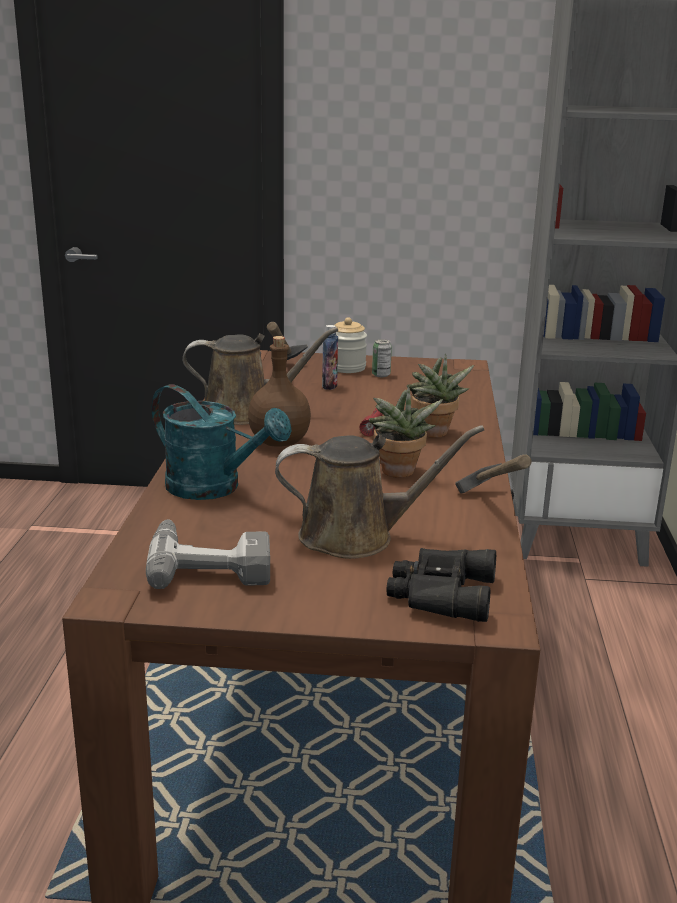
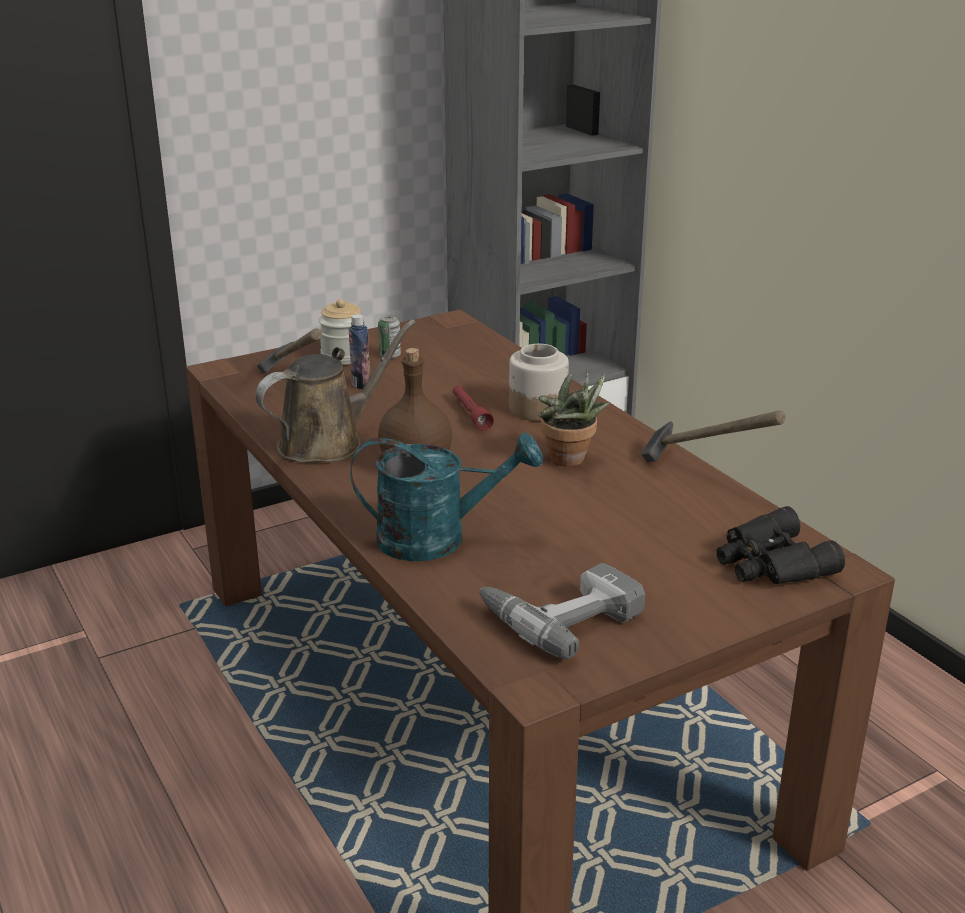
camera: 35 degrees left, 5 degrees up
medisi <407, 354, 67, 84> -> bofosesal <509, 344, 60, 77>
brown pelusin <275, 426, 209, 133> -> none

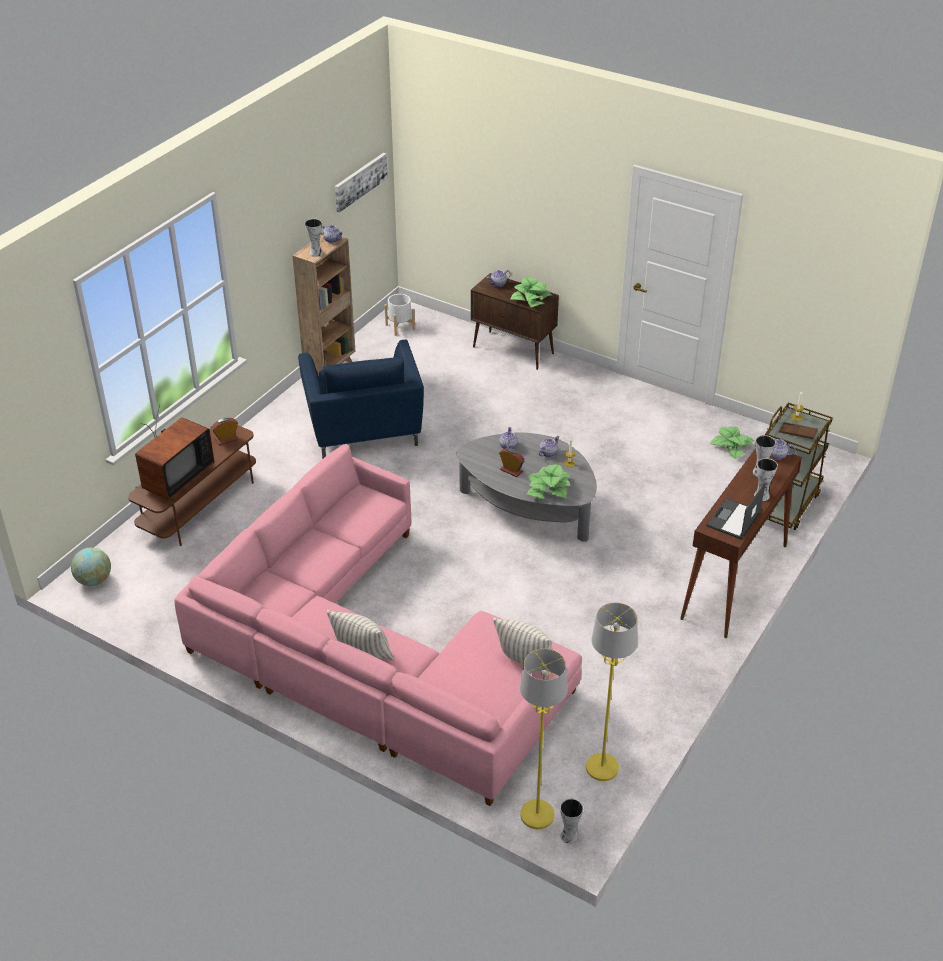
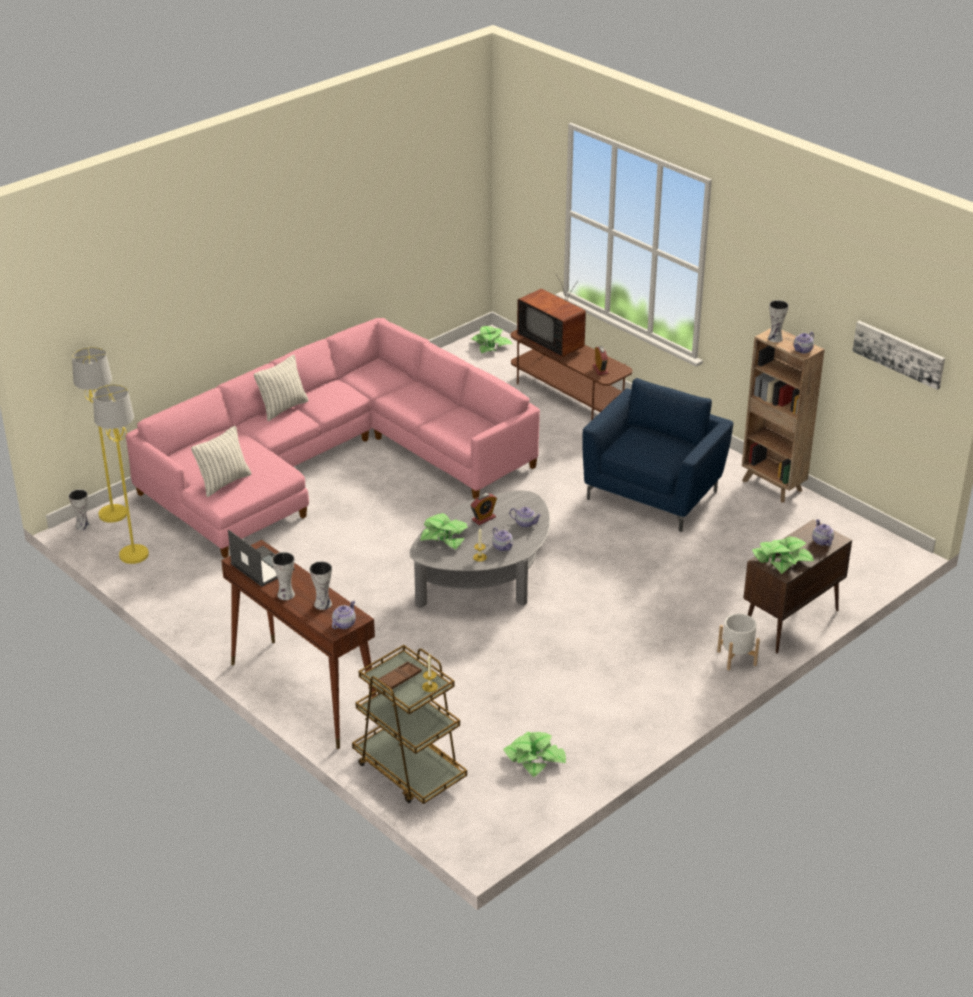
camera: 105 degrees right, 5 degrees down
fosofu <71, 548, 40, 38> -> medisi <471, 326, 41, 27>
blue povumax <298, 339, 126, 120> -> blue povumax <583, 378, 150, 154>, 120 degrees clockwise
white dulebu <385, 294, 30, 42> -> white dulebu <717, 614, 43, 56>, move

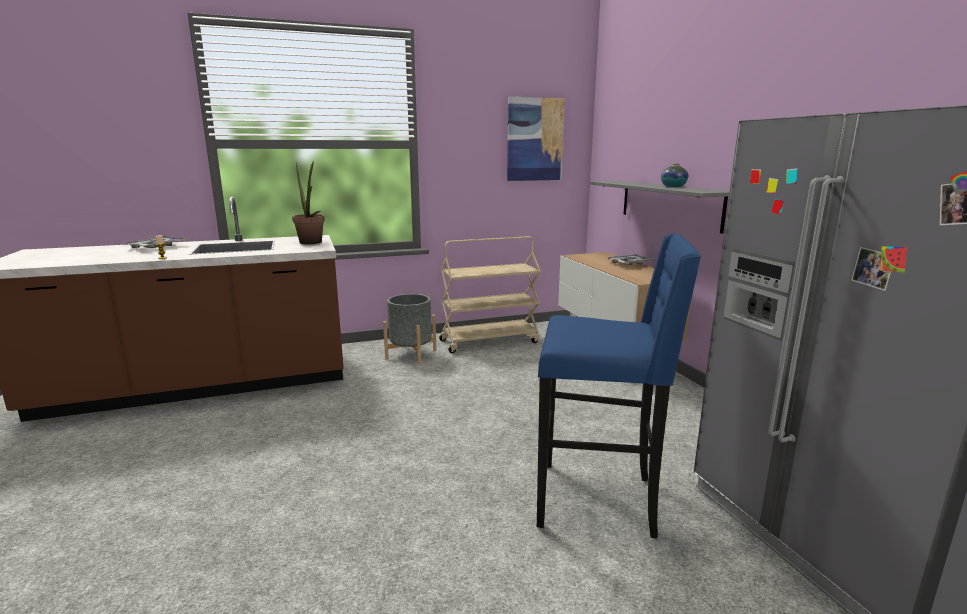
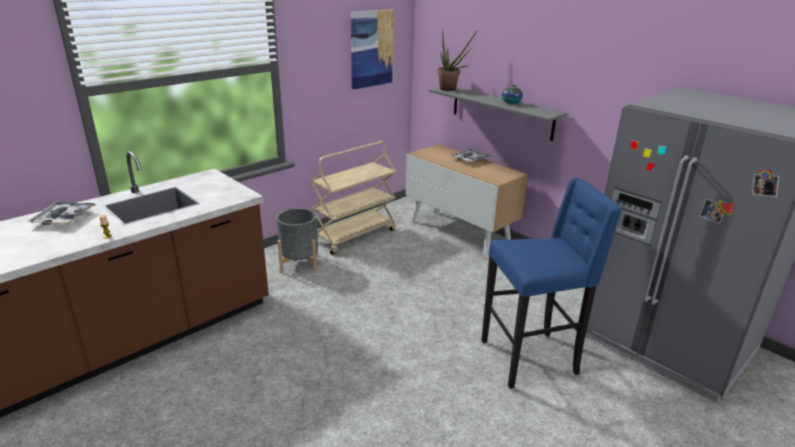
camera: 25 degrees left, 10 degrees up
medisi <292, 161, 33, 83> -> medisi <437, 29, 41, 62>, move

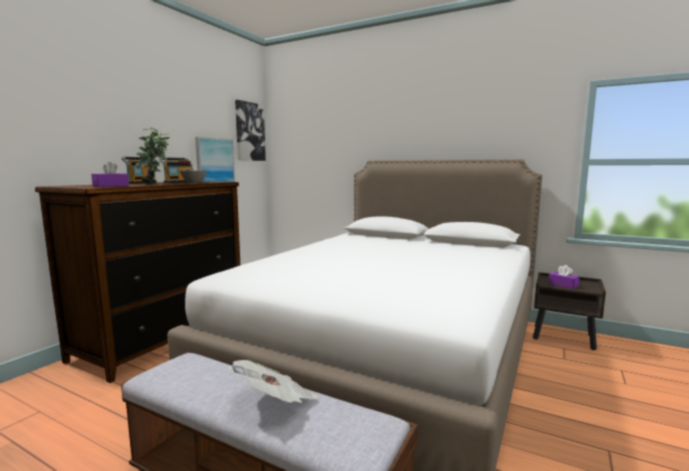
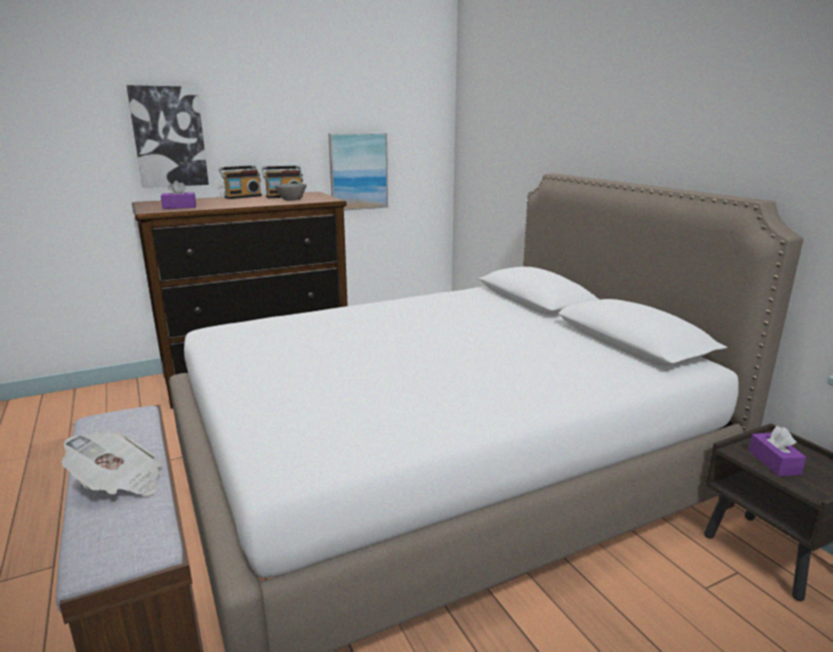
camera: 35 degrees right, 10 degrees up
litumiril <235, 100, 31, 61> -> litumiril <127, 85, 82, 103>, move
medisi <134, 128, 36, 56> -> none

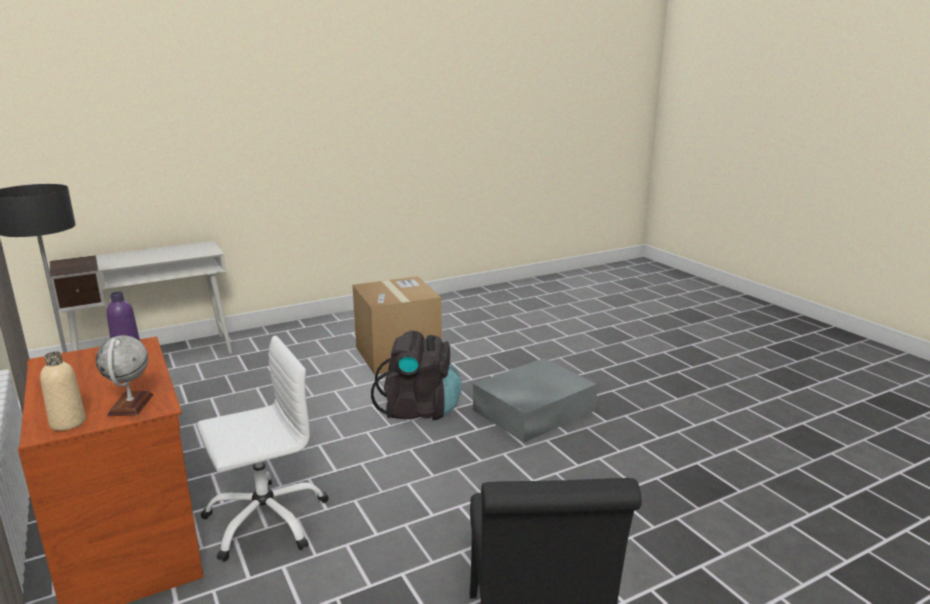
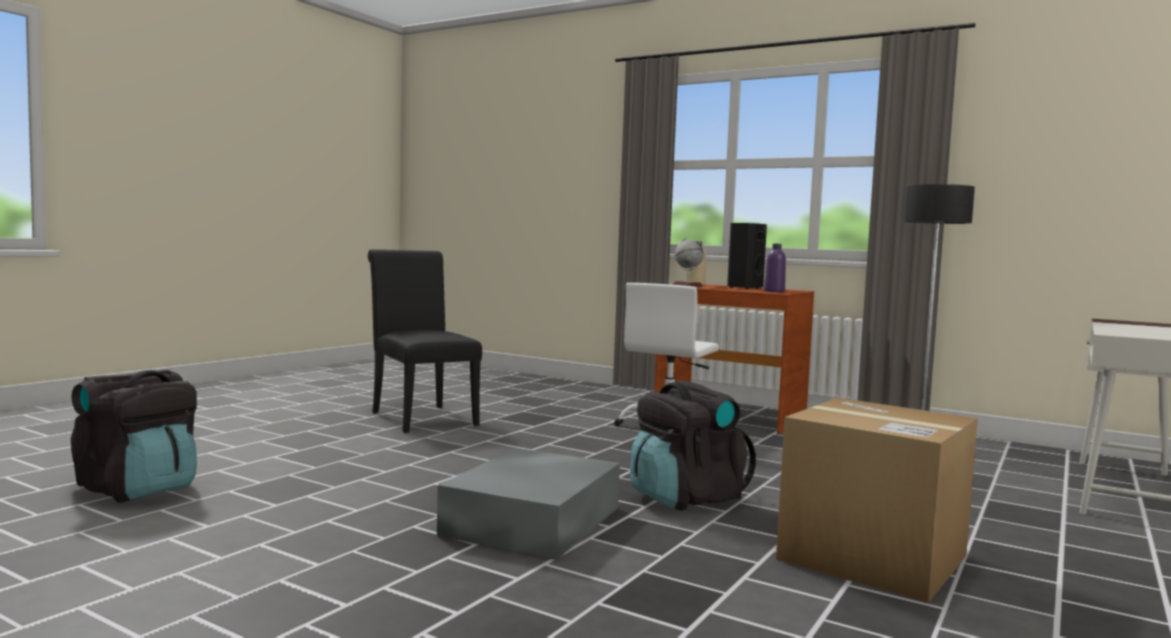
camera: 150 degrees right, 15 degrees down
none -> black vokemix <71, 370, 126, 133>
none -> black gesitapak <727, 223, 40, 66>

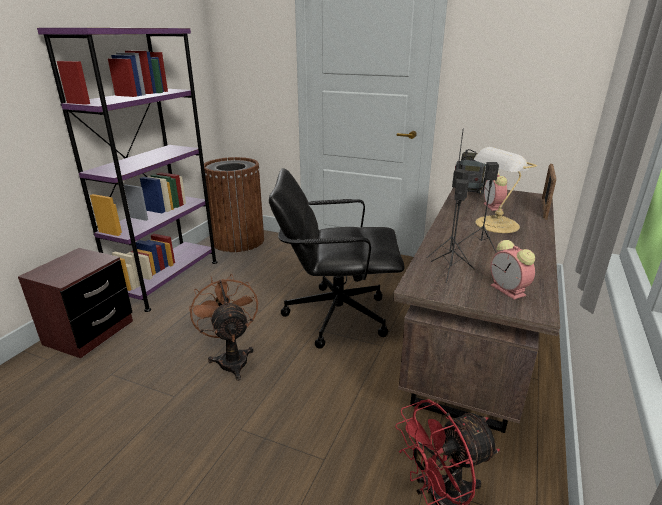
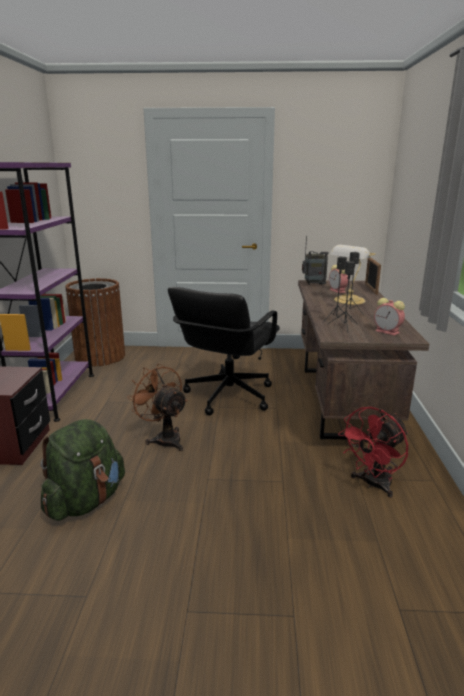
camera: 20 degrees left, 5 degrees down
none -> green vokemix <41, 419, 84, 102>
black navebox <269, 168, 135, 181> -> black navebox <168, 287, 112, 129>, 45 degrees counterclockwise

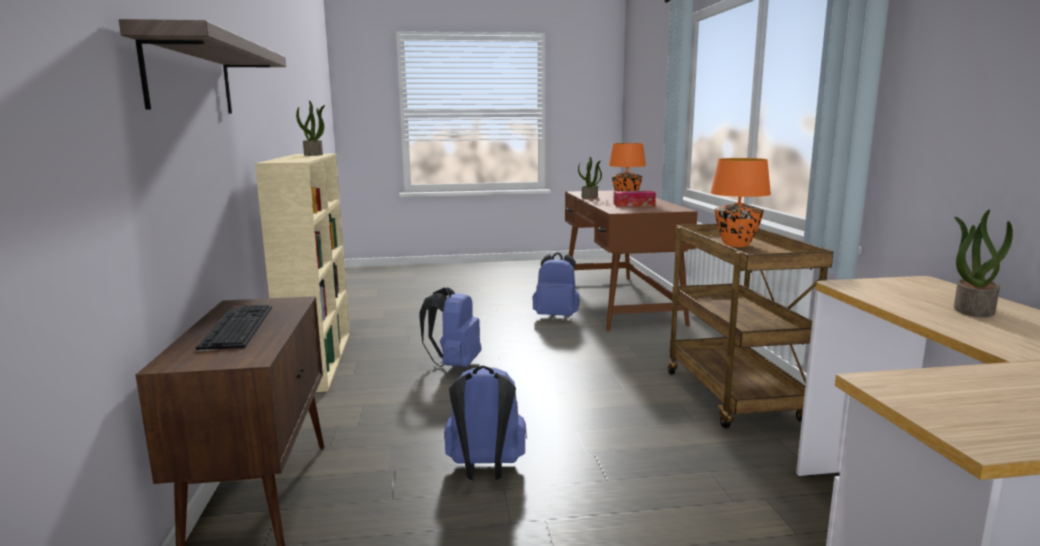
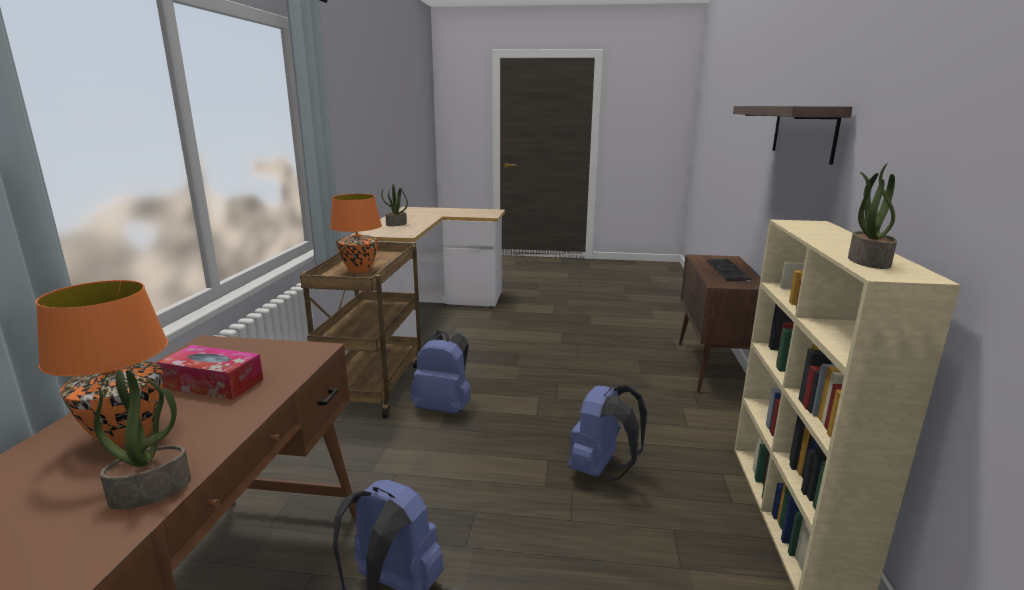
camera: 165 degrees left, 5 degrees up
blue vokemix <444, 366, 83, 114> -> blue vokemix <411, 330, 59, 84>, move

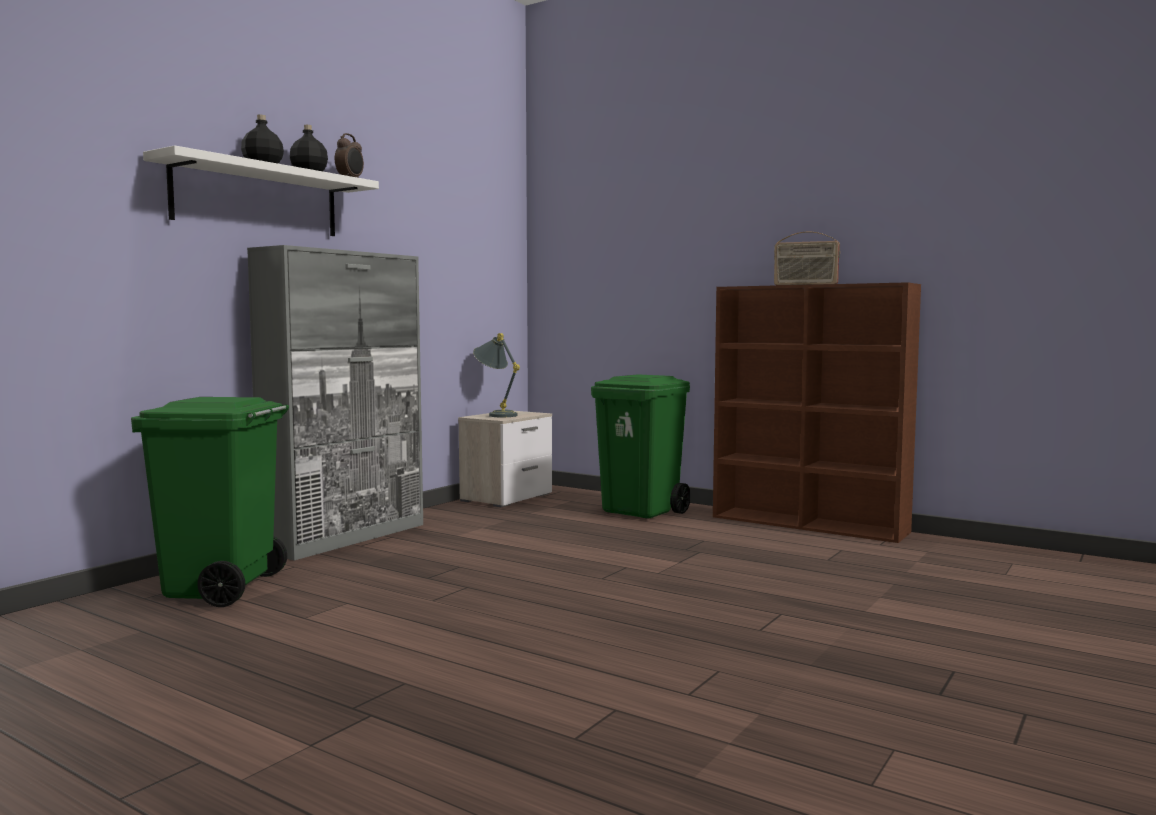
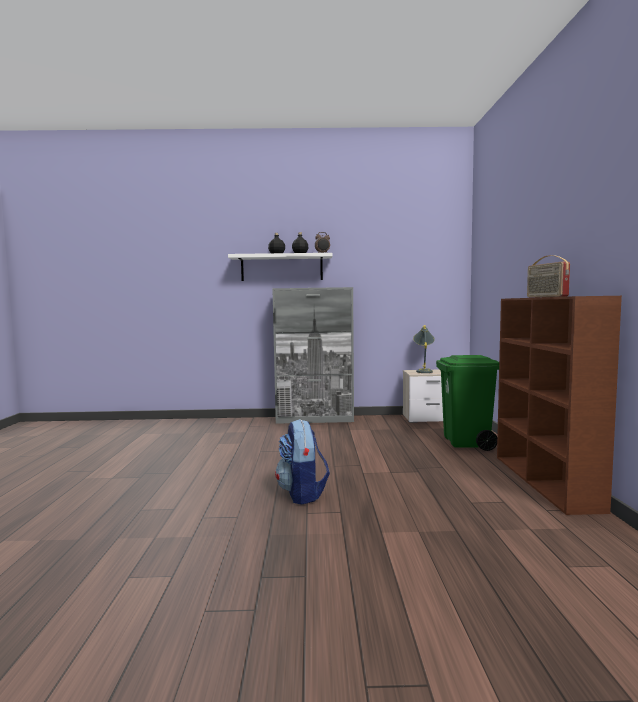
camera: 55 degrees right, 0 degrees up
none -> vokemix <275, 419, 55, 86>
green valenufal <131, 397, 158, 210> -> none

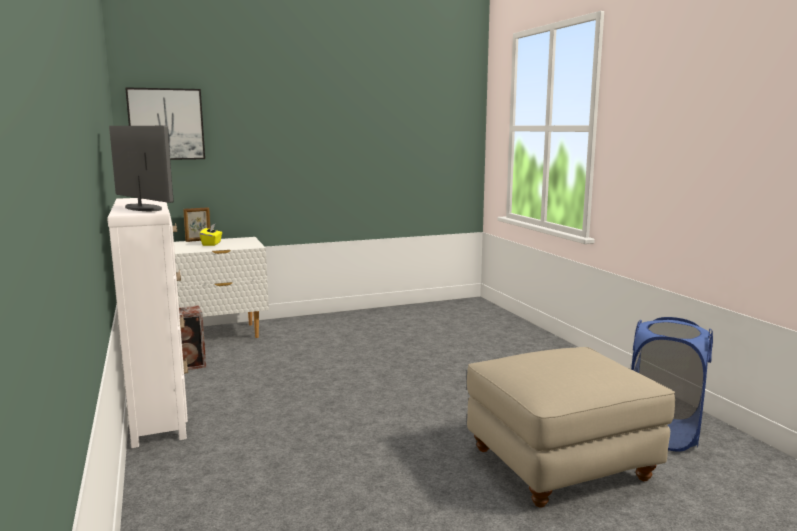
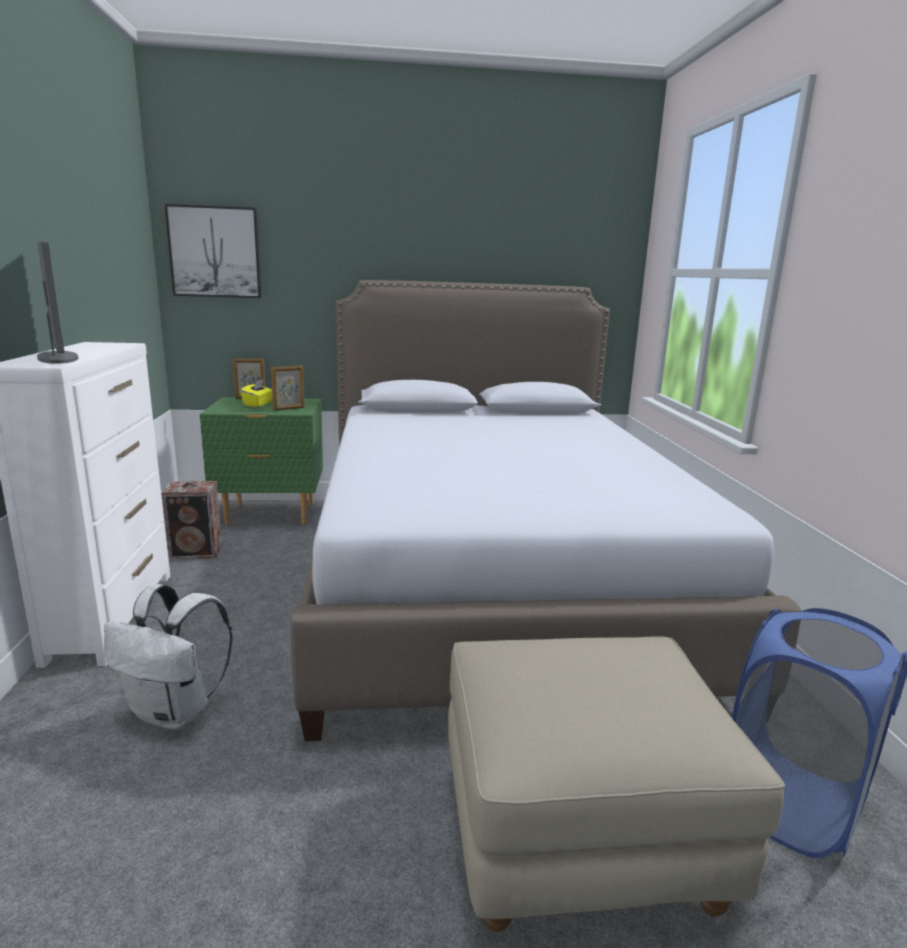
camera: 15 degrees right, 5 degrees up
none -> white vokemix <104, 584, 129, 146>
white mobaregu <174, 237, 95, 101> -> green mobaregu <200, 397, 123, 128>
none -> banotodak <271, 365, 33, 46>
none -> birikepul <291, 280, 510, 461>

